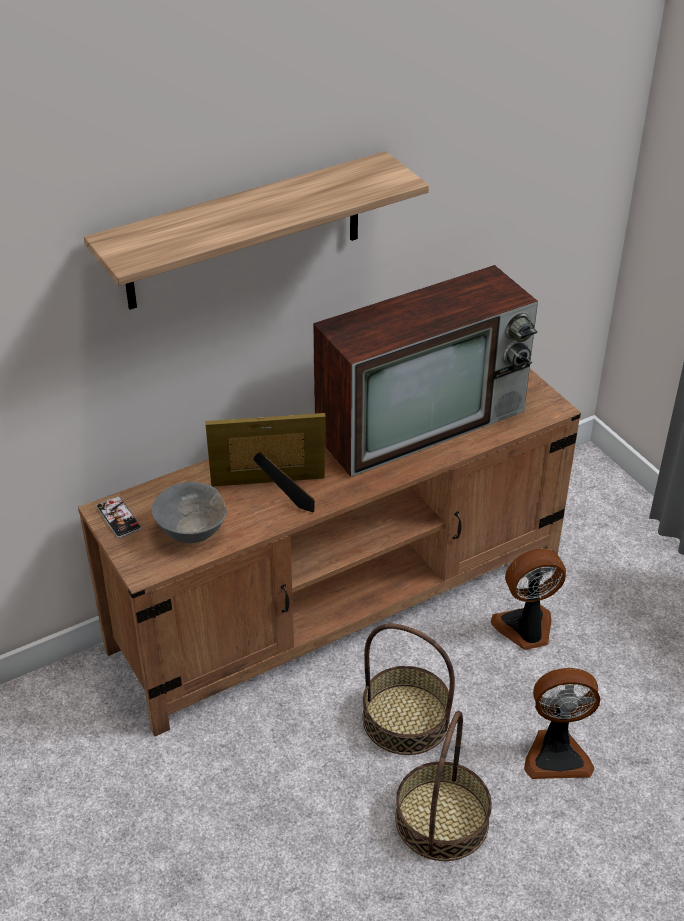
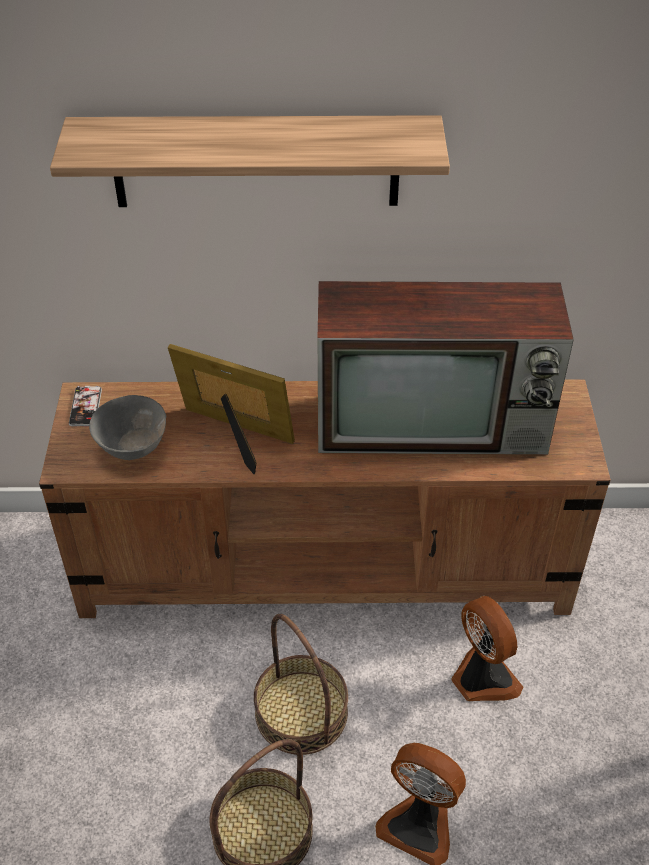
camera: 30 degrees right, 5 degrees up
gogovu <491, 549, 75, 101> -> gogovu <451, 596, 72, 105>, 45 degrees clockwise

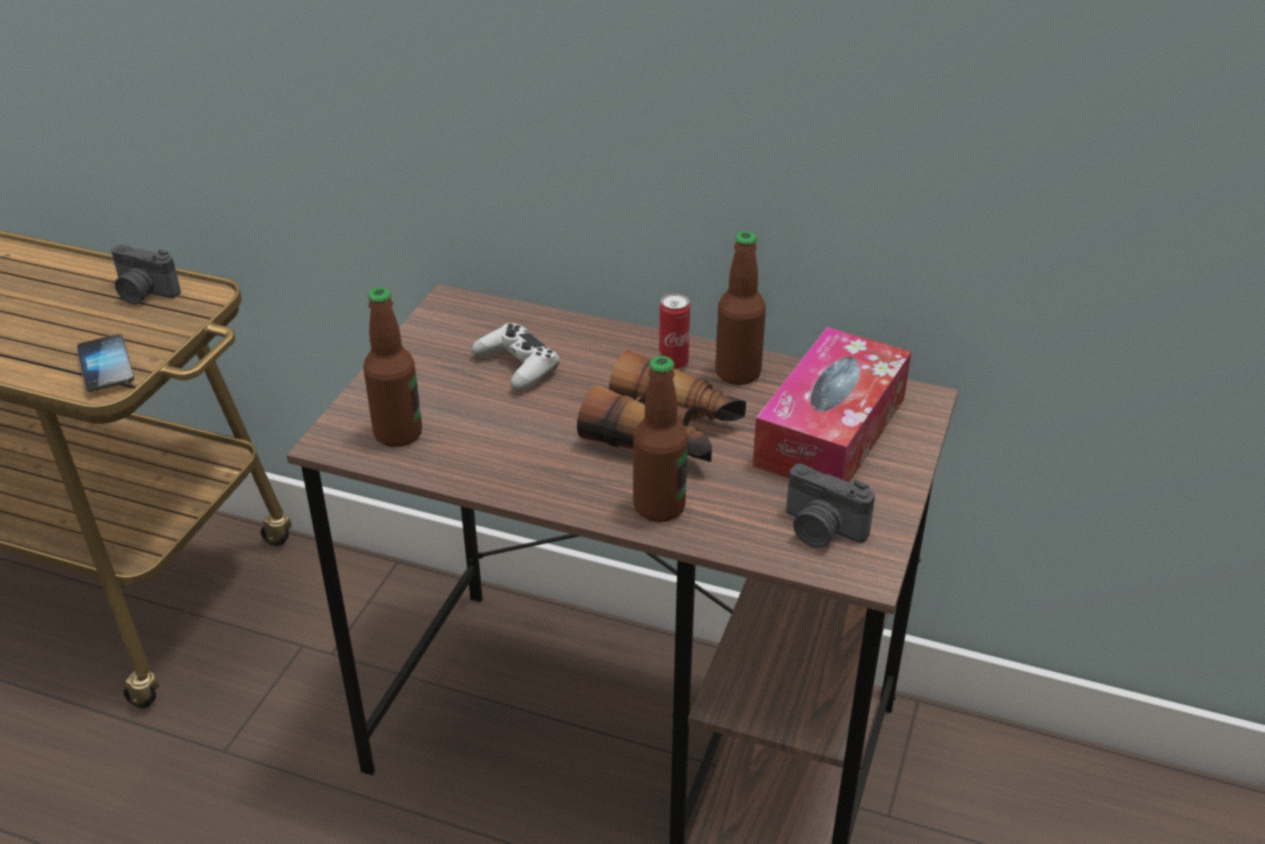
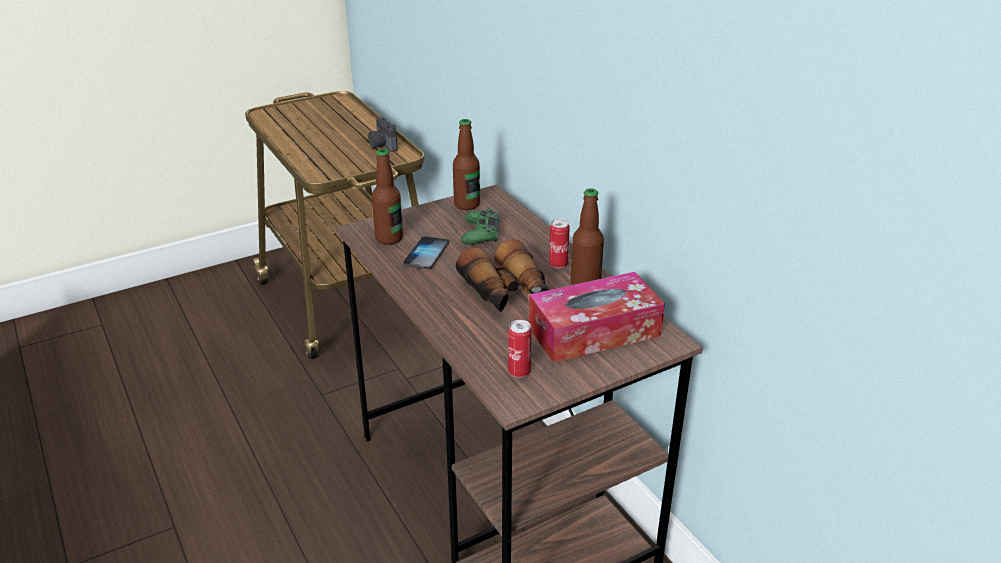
camera: 40 degrees right, 5 degrees down
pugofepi <77, 334, 57, 58> -> pugofepi <403, 236, 46, 33>, move
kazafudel <633, 356, 55, 166> -> kazafudel <453, 119, 27, 91>, move
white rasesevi <471, 323, 89, 68> -> green rasesevi <461, 209, 39, 36>
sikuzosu <786, 464, 89, 84> -> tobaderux <508, 320, 24, 58>

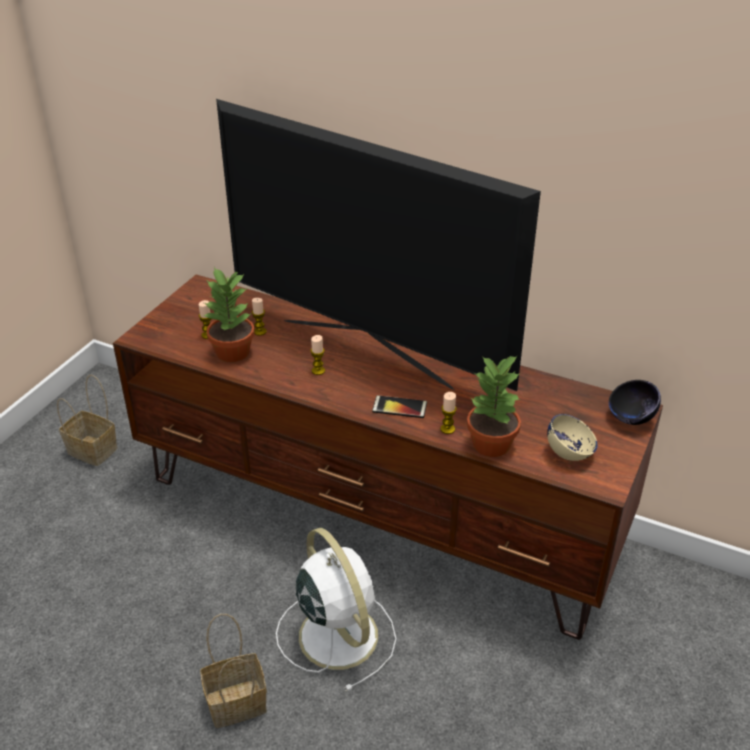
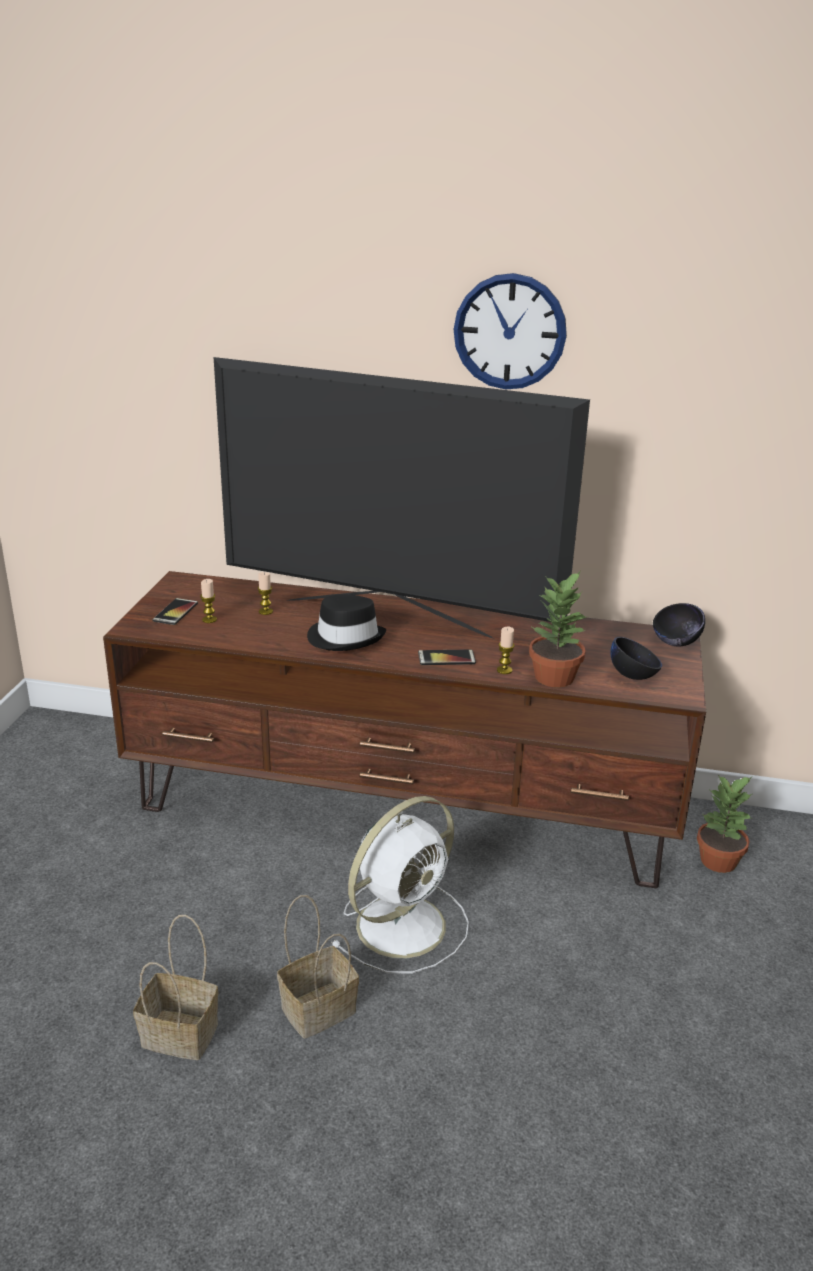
camera: 15 degrees left, 10 degrees down
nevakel <57, 375, 61, 91> -> nevakel <133, 915, 85, 145>, move
none -> pugofepi <152, 598, 46, 27>
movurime <310, 335, 15, 40> -> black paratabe <307, 594, 79, 57>
white gogovu <276, 528, 120, 163> -> white gogovu <331, 796, 138, 178>, 90 degrees clockwise
none -> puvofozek <453, 273, 114, 117>
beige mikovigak <547, 414, 50, 47> -> black mikovigak <610, 637, 52, 43>
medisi <204, 267, 51, 95> -> medisi <697, 775, 55, 98>, move

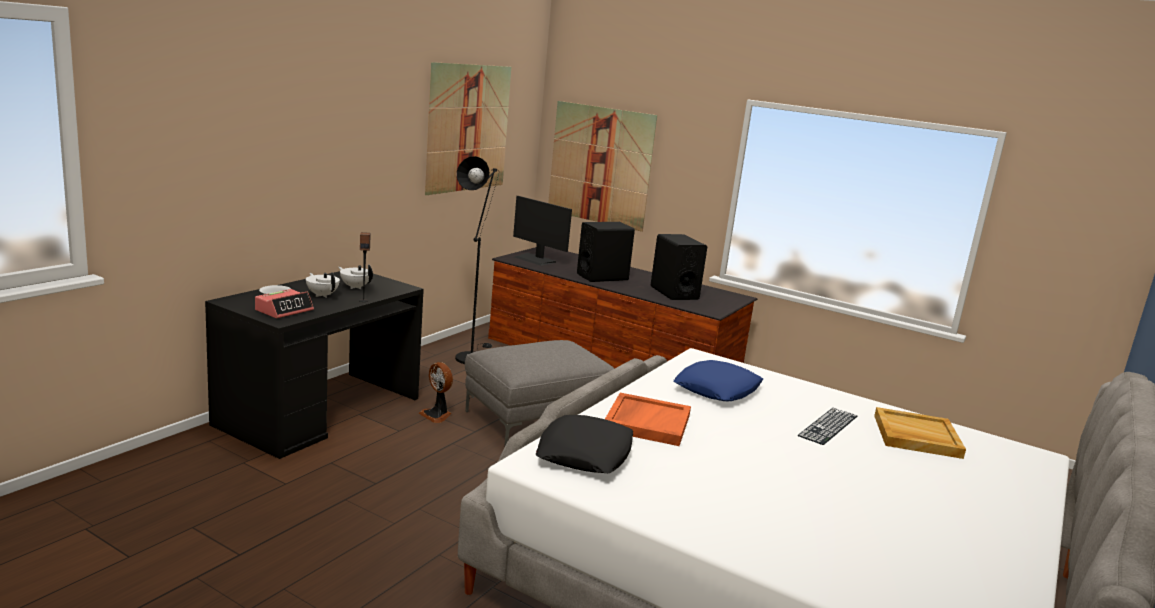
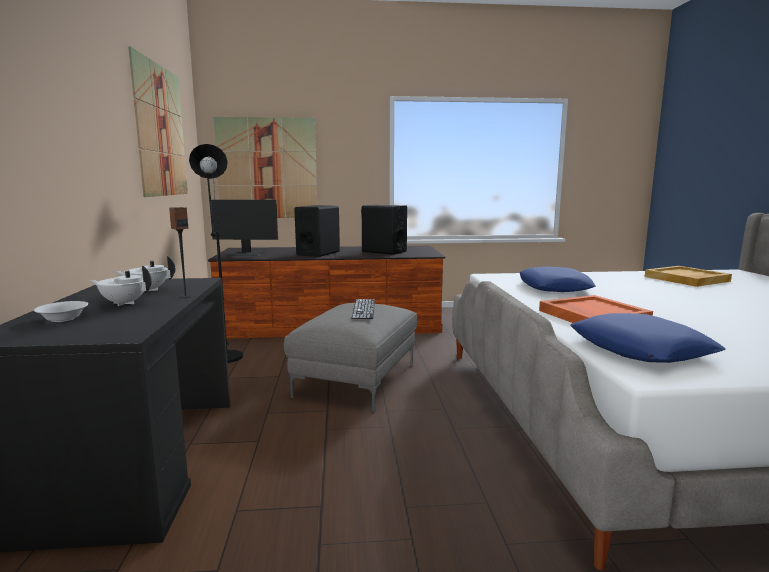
camera: 35 degrees left, 5 degrees down
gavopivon <798, 408, 59, 37> -> gavopivon <351, 299, 24, 20>, move
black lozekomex <536, 415, 97, 58> -> blue lozekomex <570, 313, 156, 50>
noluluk <255, 289, 59, 29> -> none
gogovu <418, 362, 35, 61> -> none

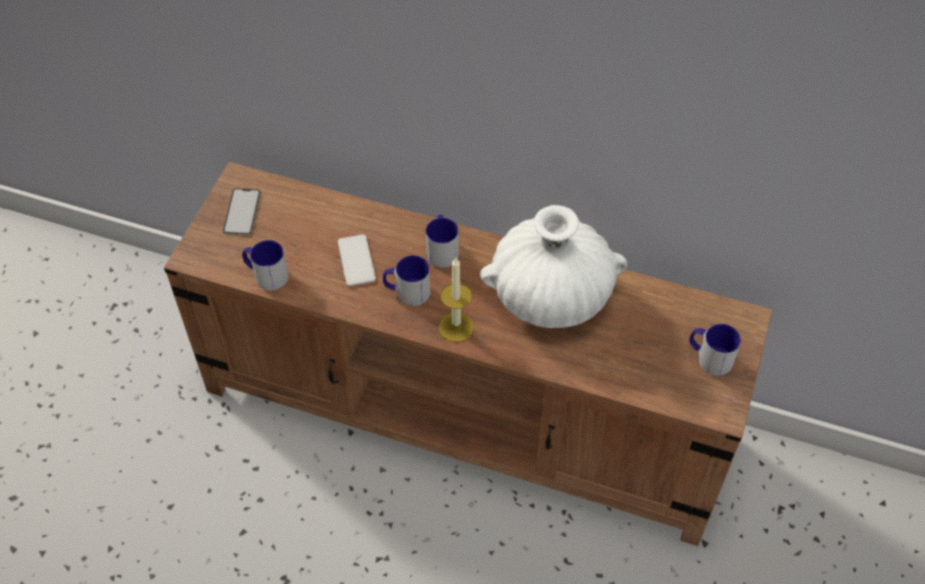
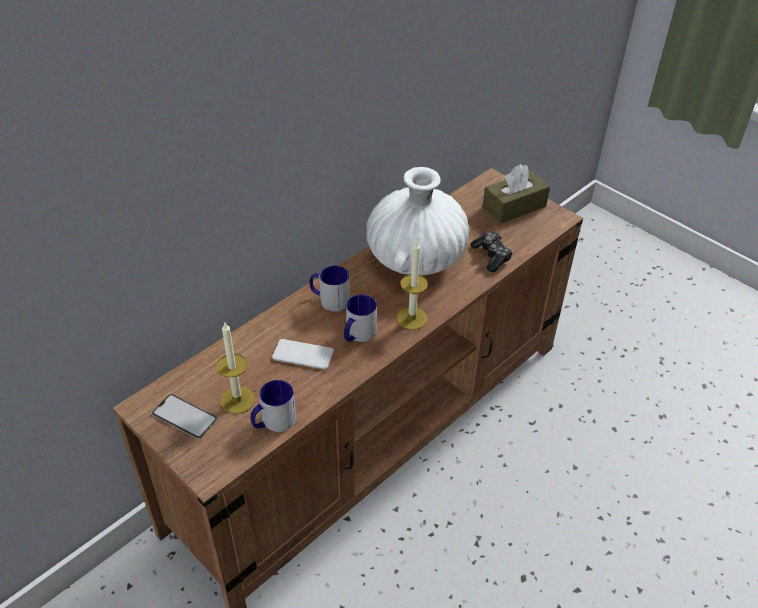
camera: 65 degrees left, 10 degrees down
none -> movurime <216, 323, 39, 91>
none -> rasesevi <471, 231, 42, 41>
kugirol <689, 324, 52, 52> -> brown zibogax <482, 164, 68, 60>

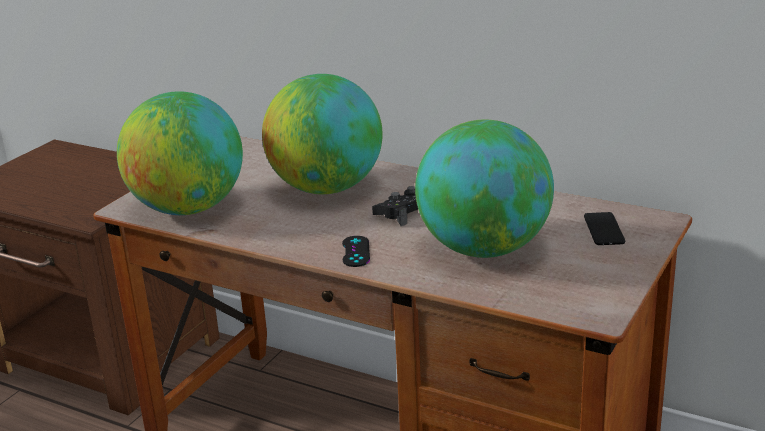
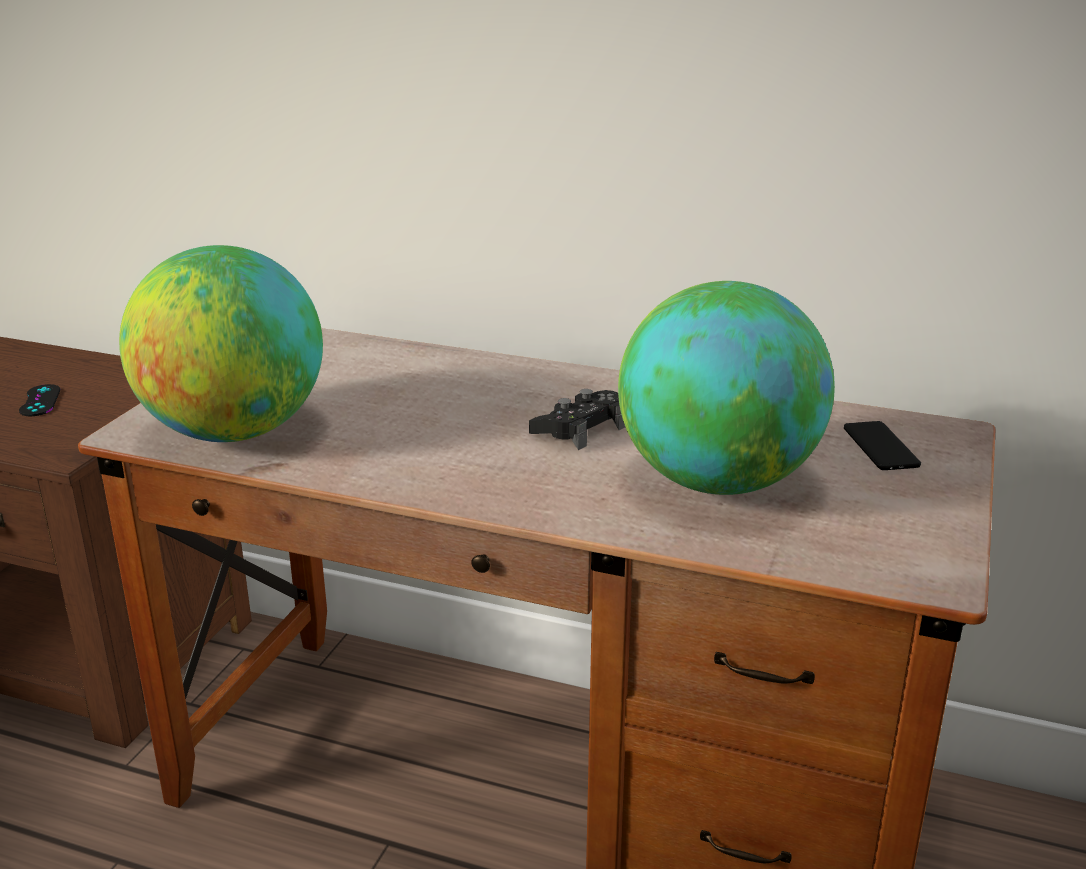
camera: 10 degrees left, 0 degrees up
black rasesevi <342, 236, 28, 31> -> black rasesevi <19, 384, 41, 32>, move
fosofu <262, 74, 121, 120> -> none

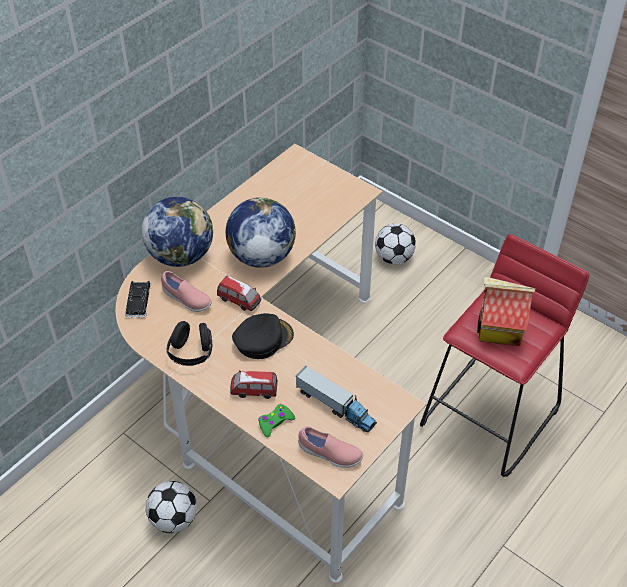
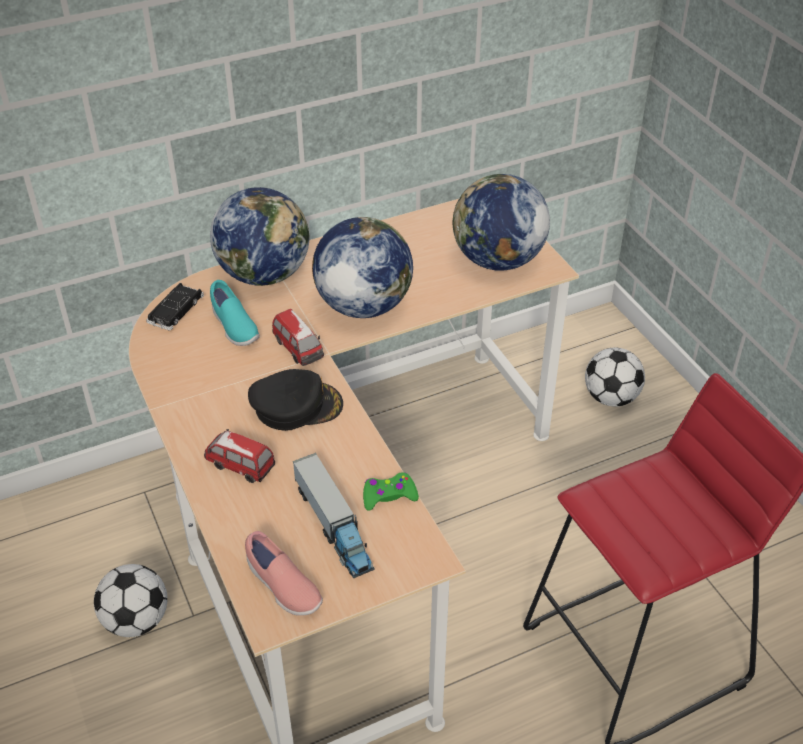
camera: 25 degrees right, 5 degrees down
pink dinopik <161, 271, 51, 41> -> turquoise dinopik <210, 280, 50, 66>
green rasesevi <258, 404, 37, 33> -> green rasesevi <363, 472, 56, 39>, move
none -> fosofu <453, 174, 97, 97>
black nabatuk <167, 321, 45, 45> -> none
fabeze <477, 277, 59, 69> -> none

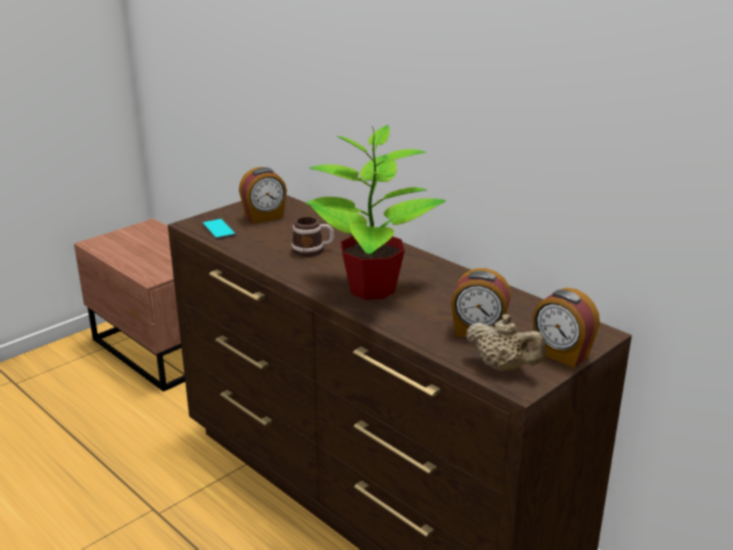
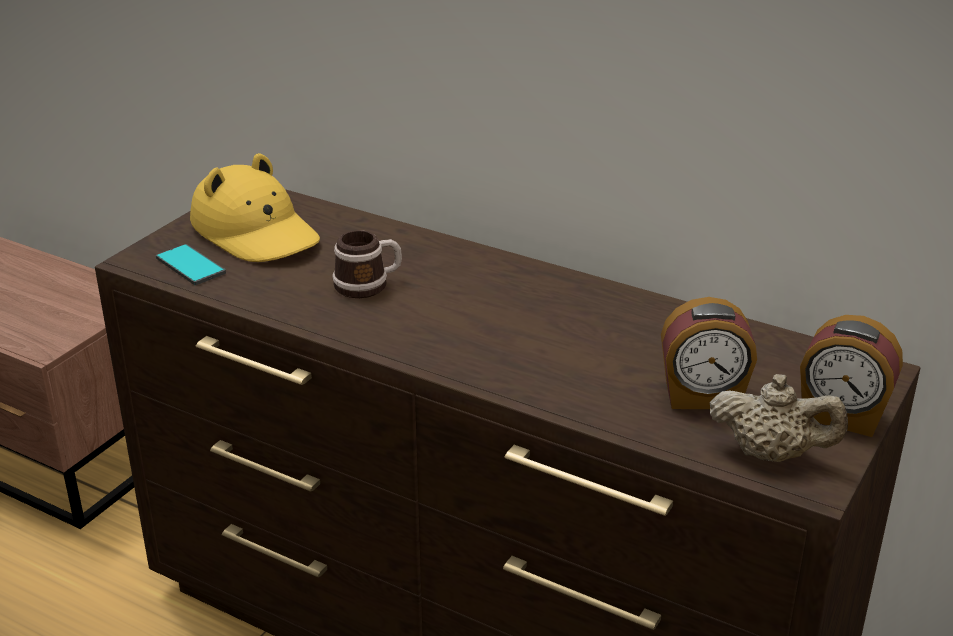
camera: 15 degrees left, 5 degrees up
noluluk <239, 167, 48, 57> -> yellow paratabe <190, 153, 130, 109>
medisi <305, 125, 141, 175> -> none

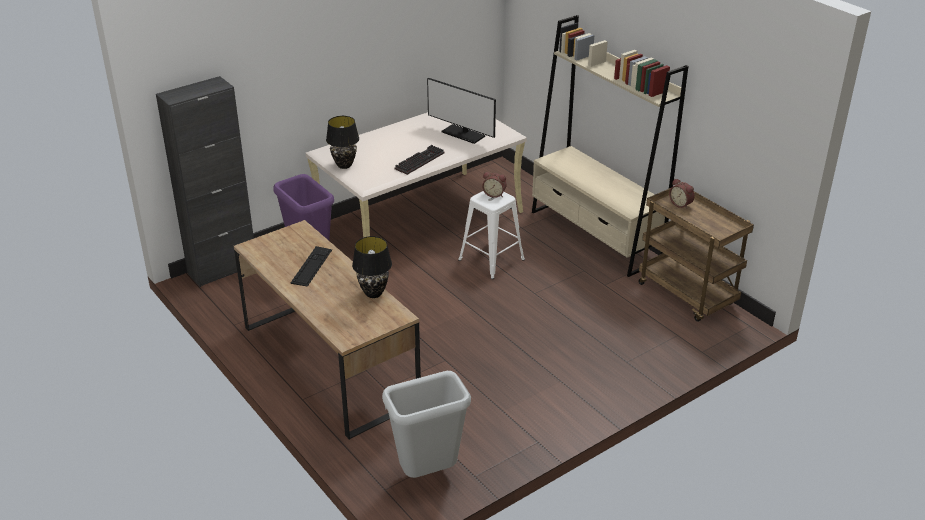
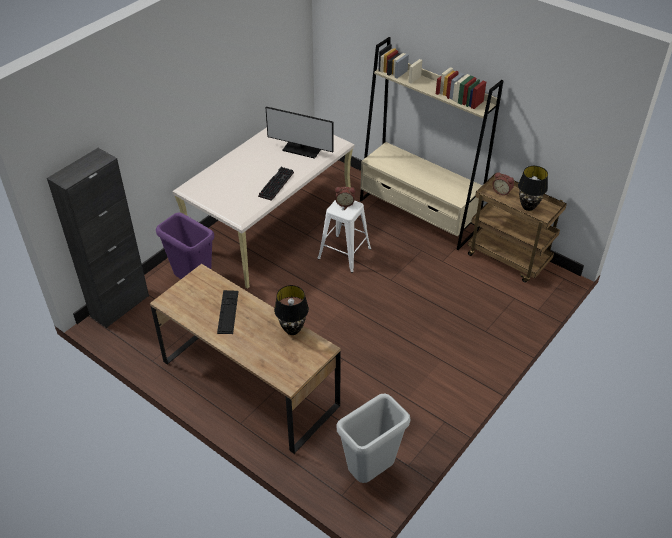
camera: 15 degrees left, 10 degrees up
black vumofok <326, 116, 33, 53> -> black vumofok <518, 166, 30, 45>, move

